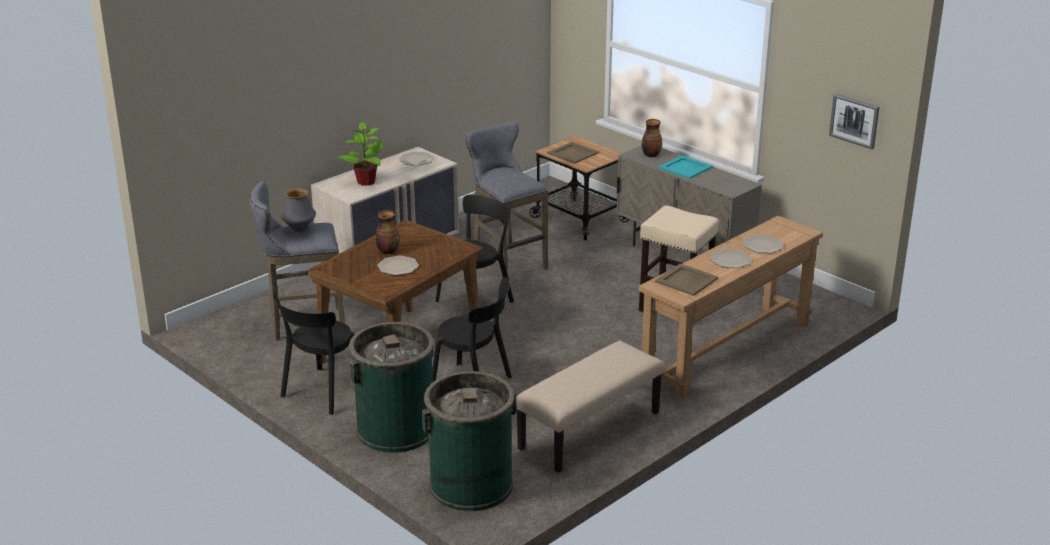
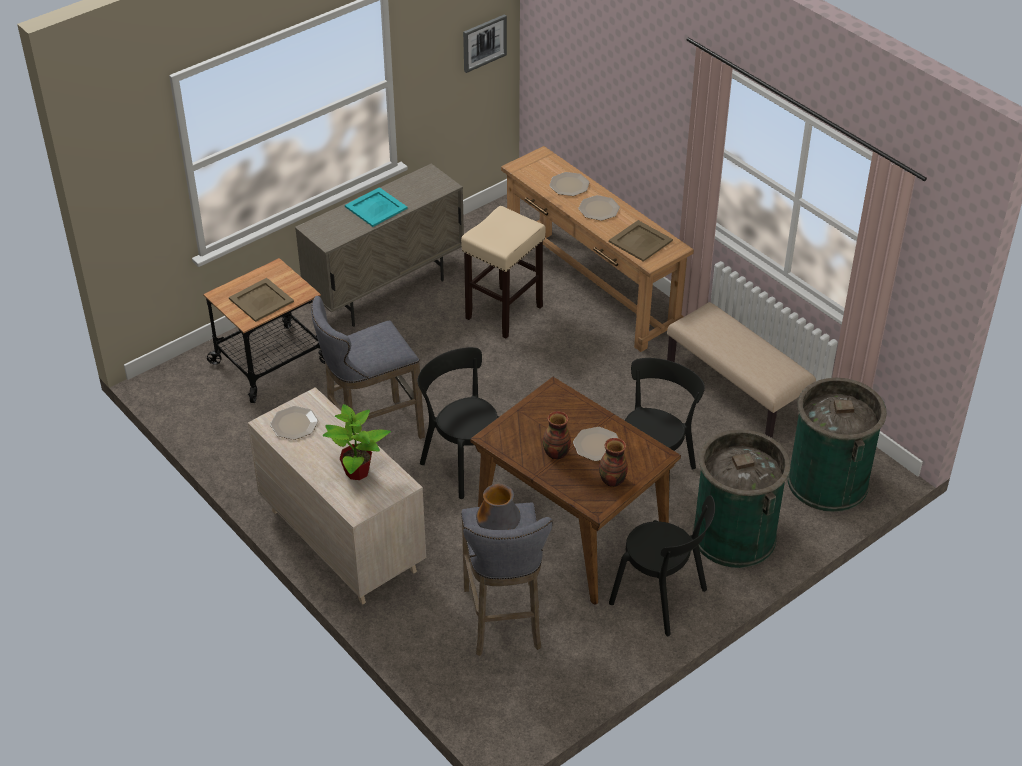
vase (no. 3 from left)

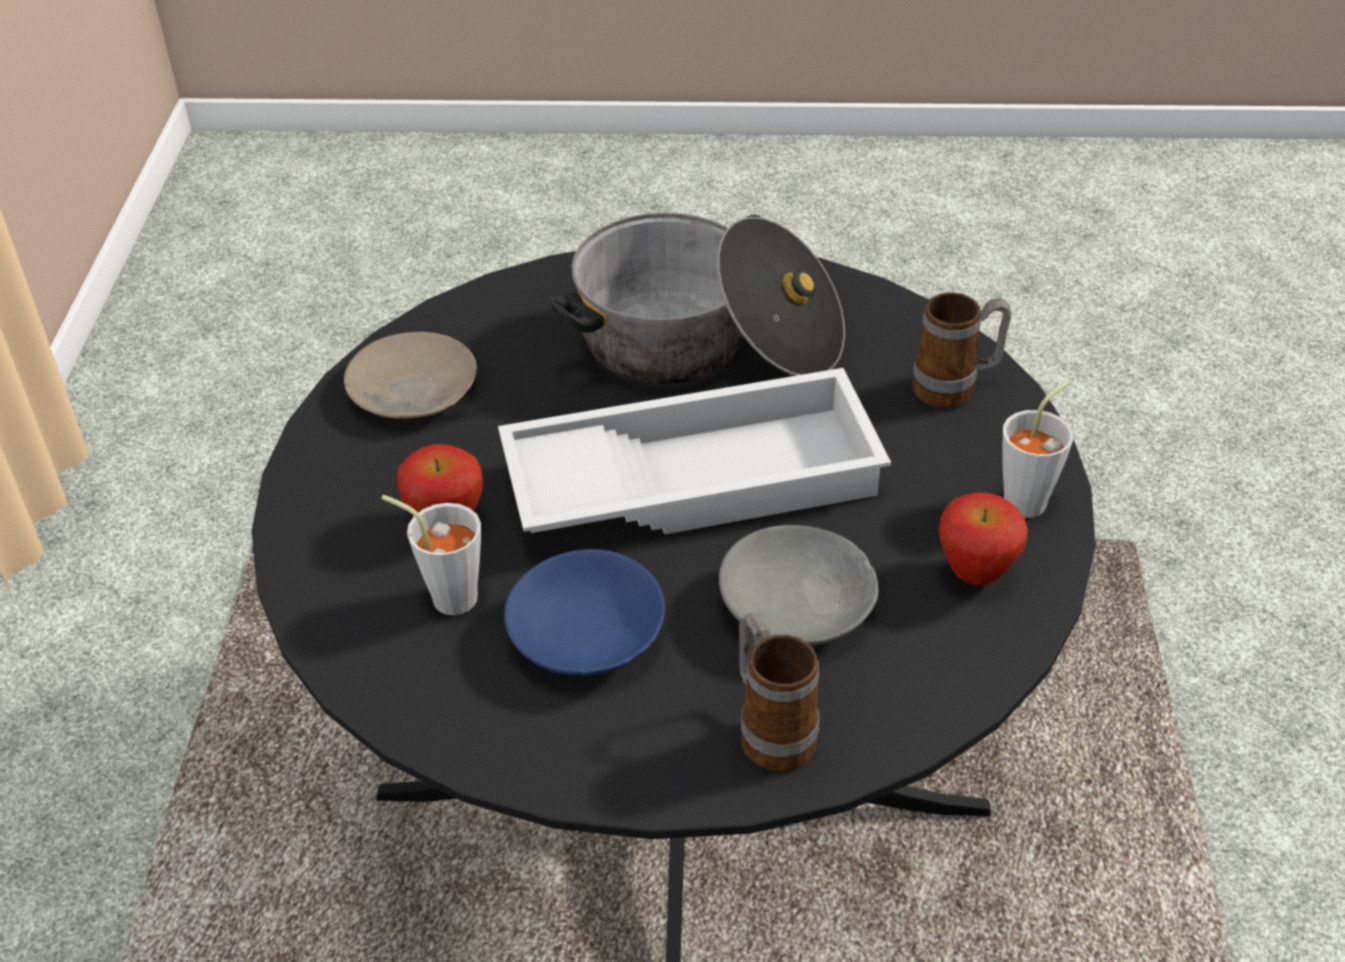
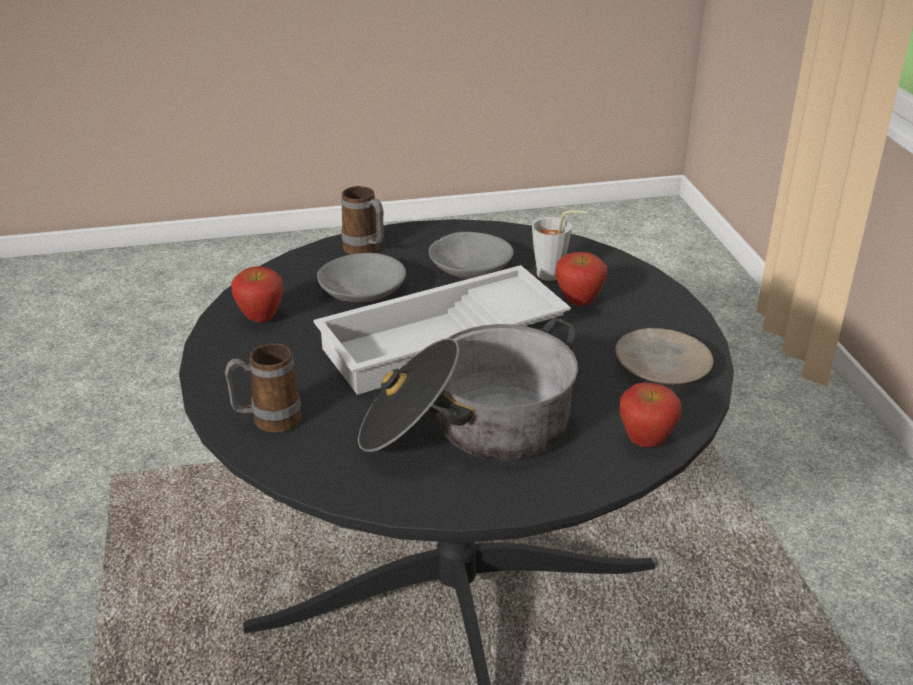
bowl (grey) (no. 2 from left)
apple (no. 3 from left)
cup (grey) (no. 2 from left in the first image)

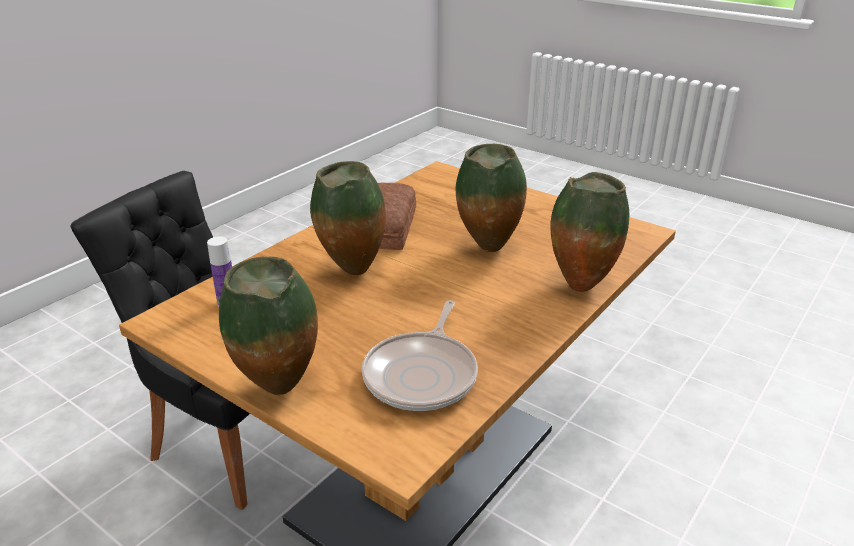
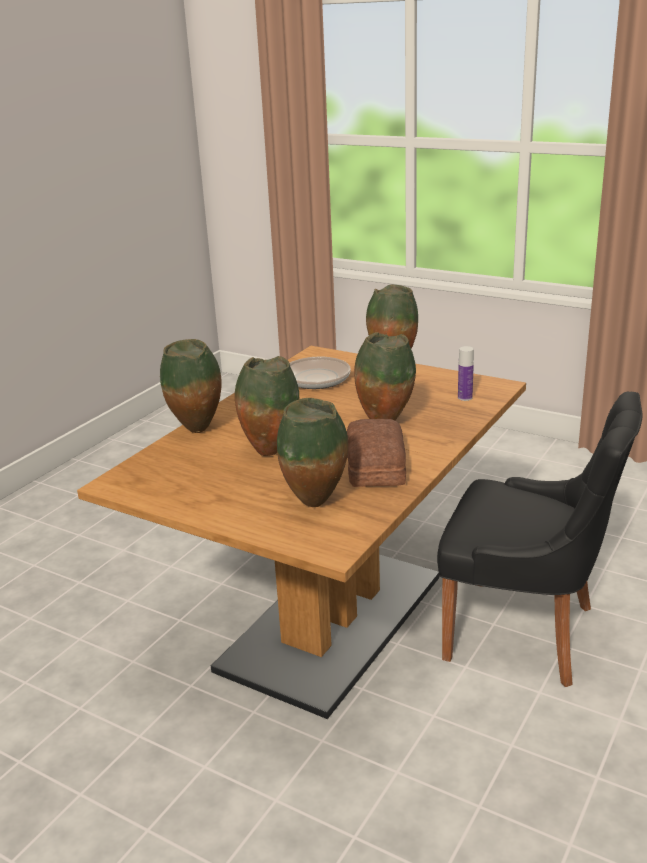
frying pan
vase (no. 3 from left)

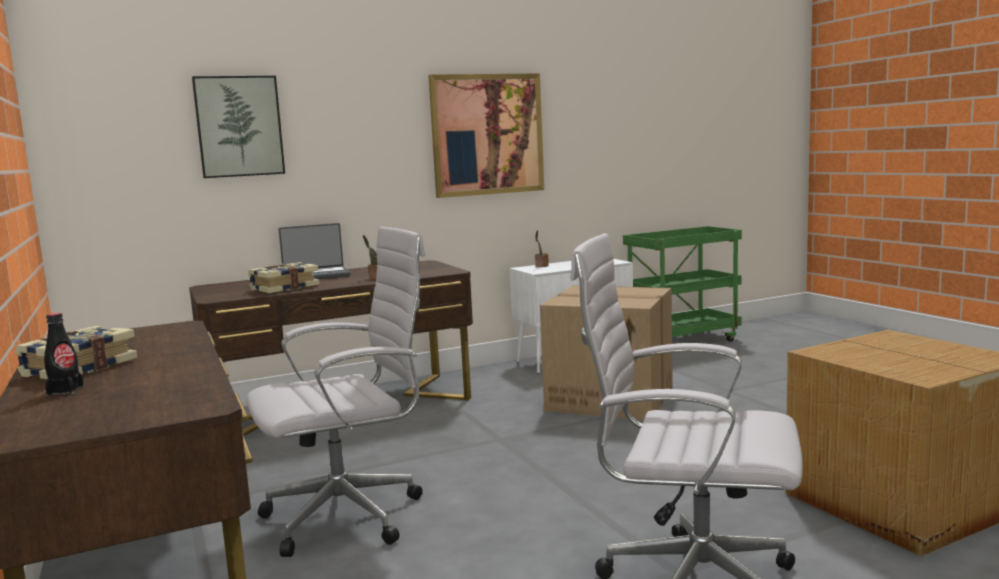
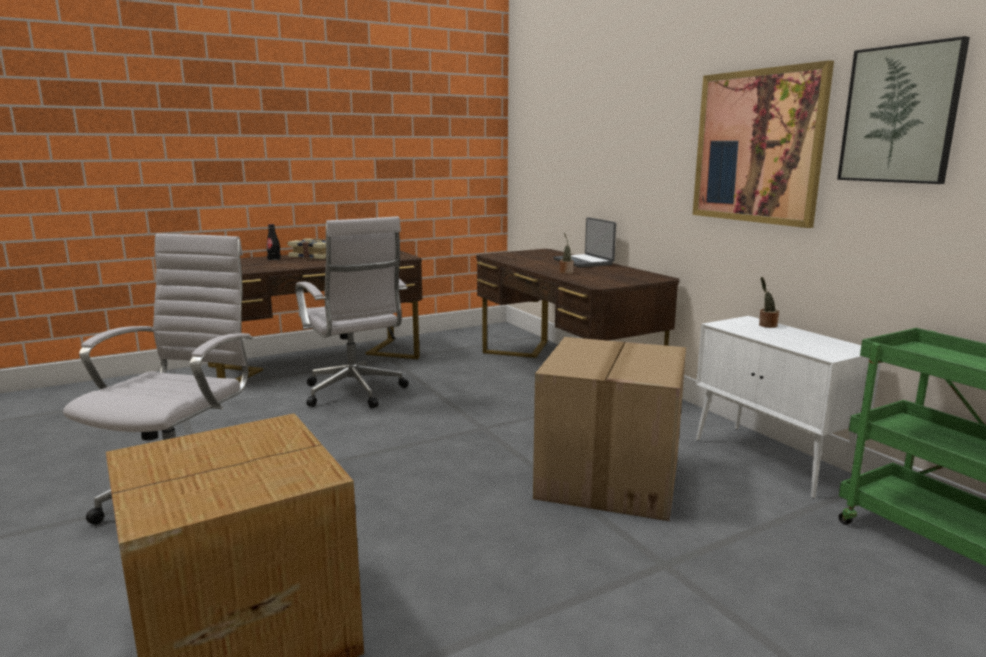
picture (no. 2 from left)
book (no. 2 from left in the first image)

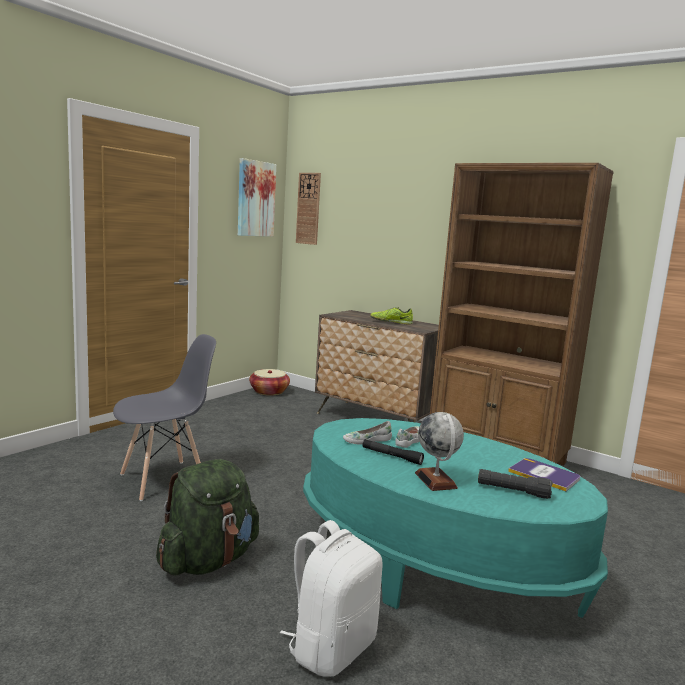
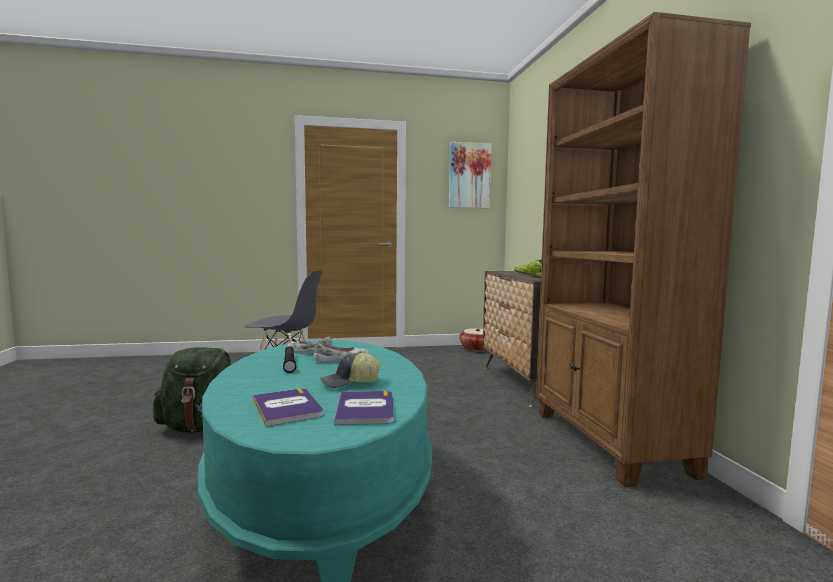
book (no. 1 from left)
cap
backpack (white)
wall clock
globe

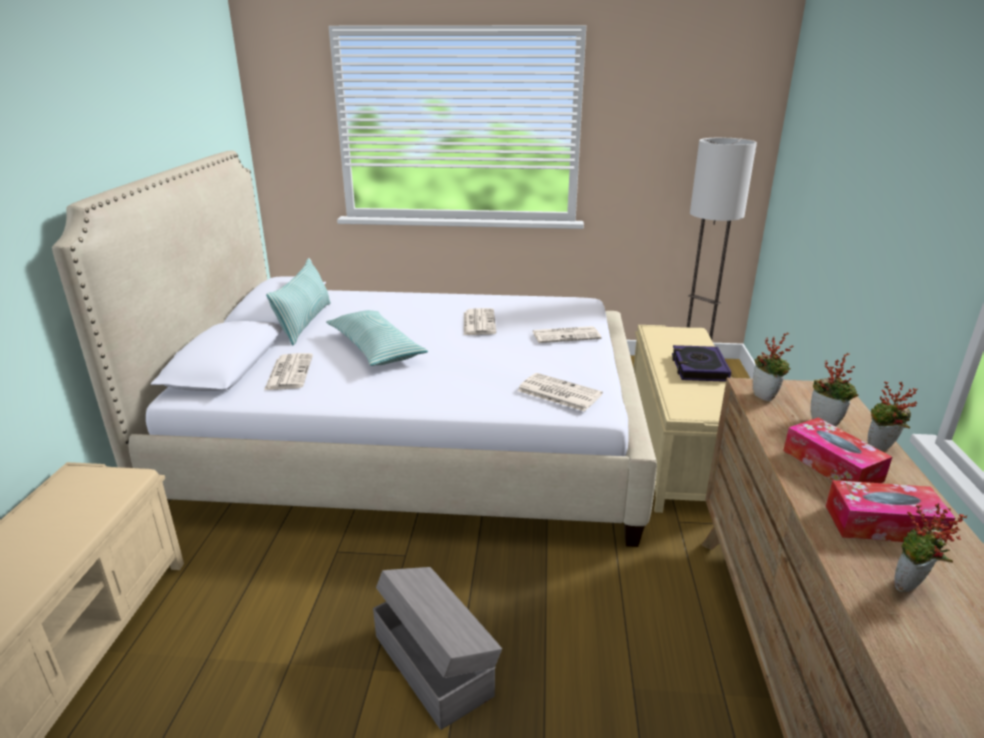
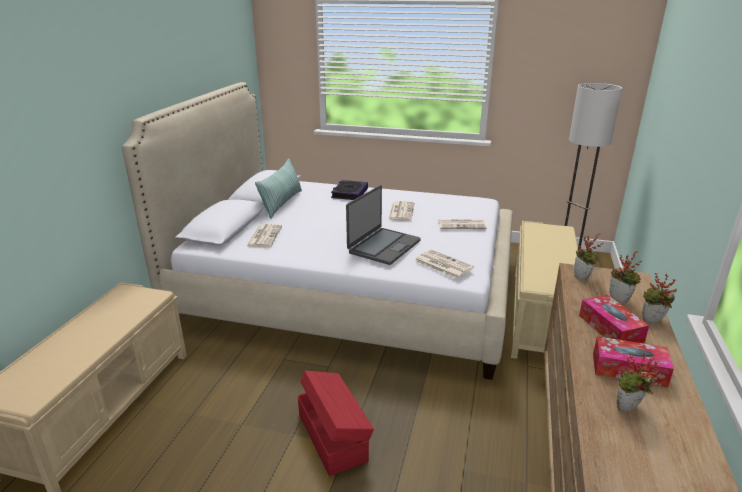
storage box (red)
book
laptop
pillow (no. 2 from left in the first image)

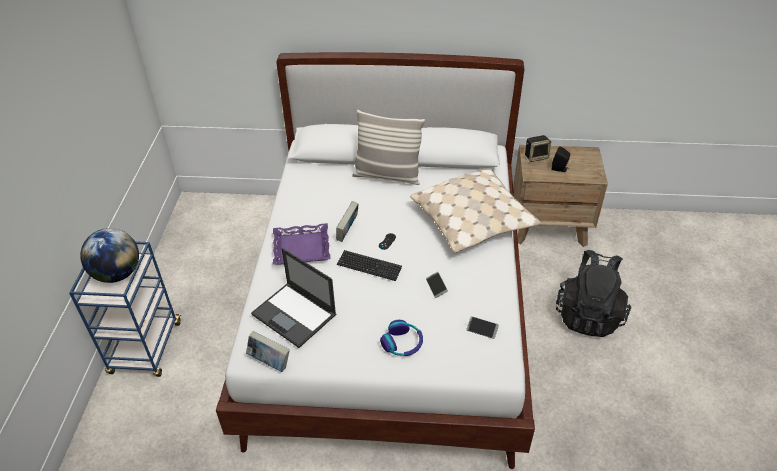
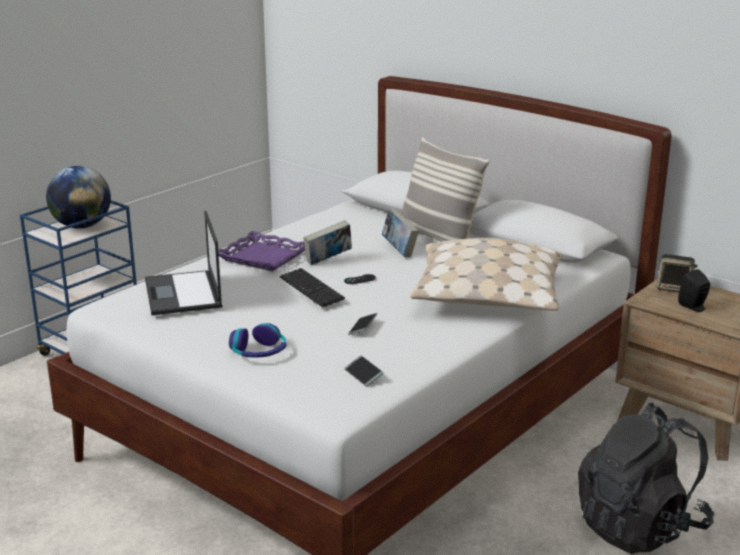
book (no. 2 from left)

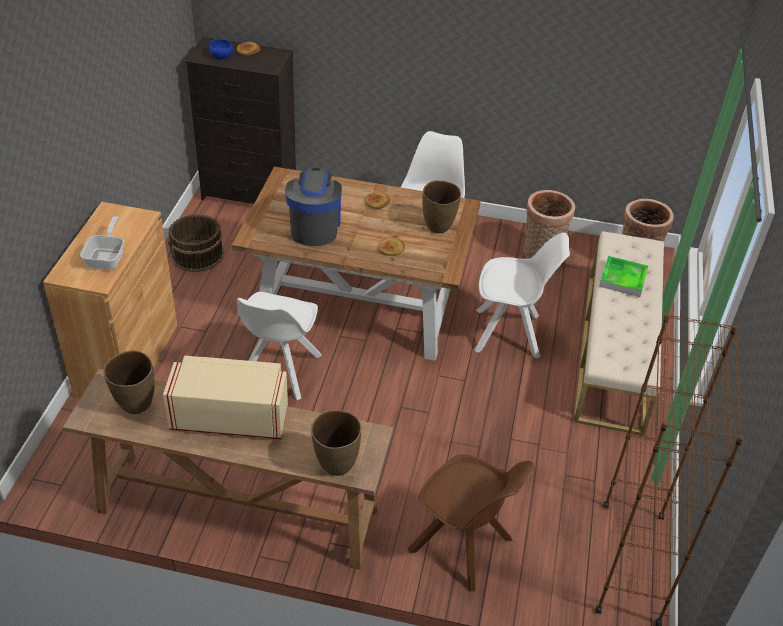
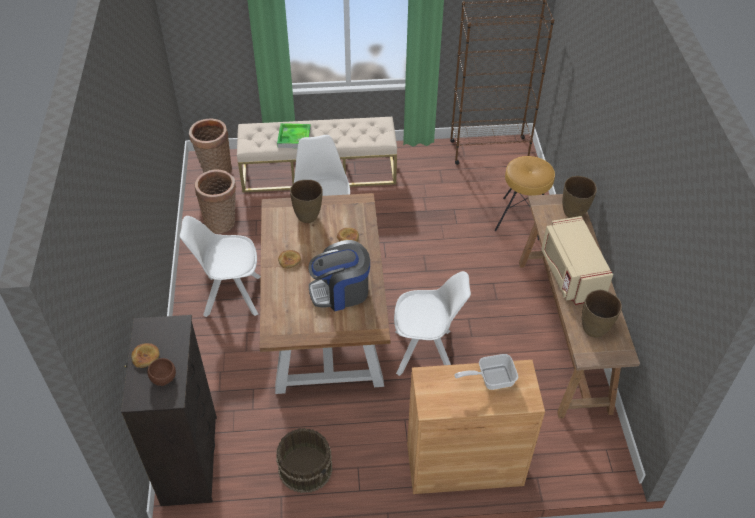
bowl (brown)
stool (brown)

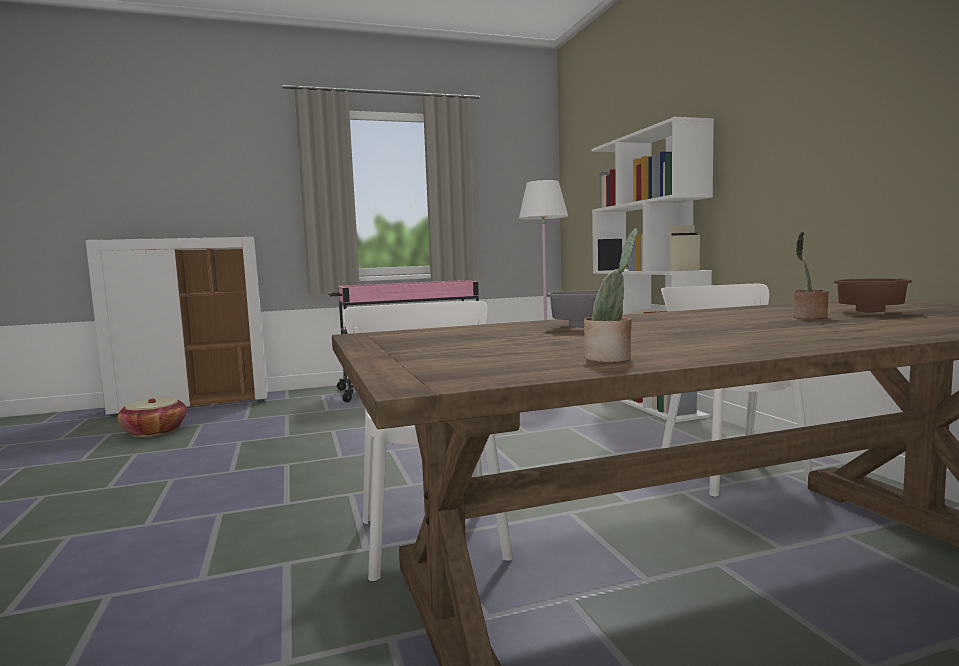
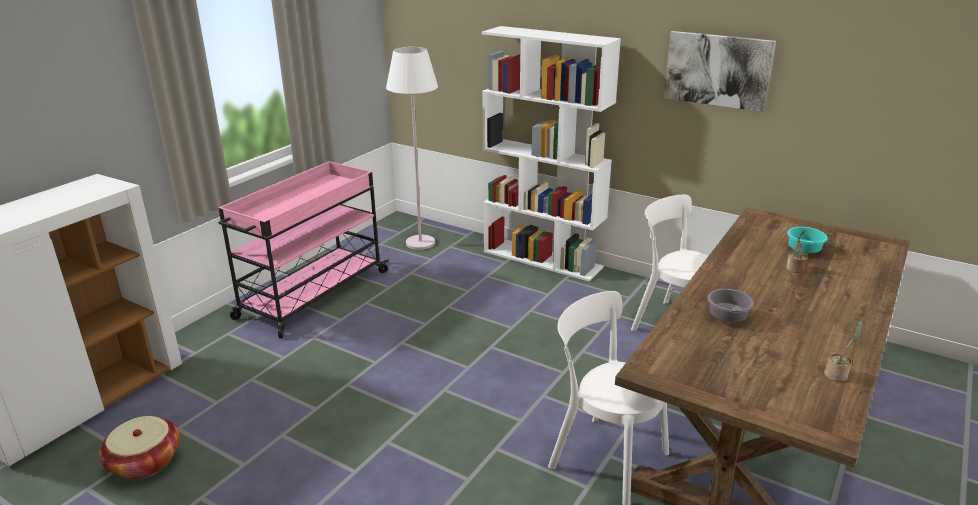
picture
bowl (turquoise)

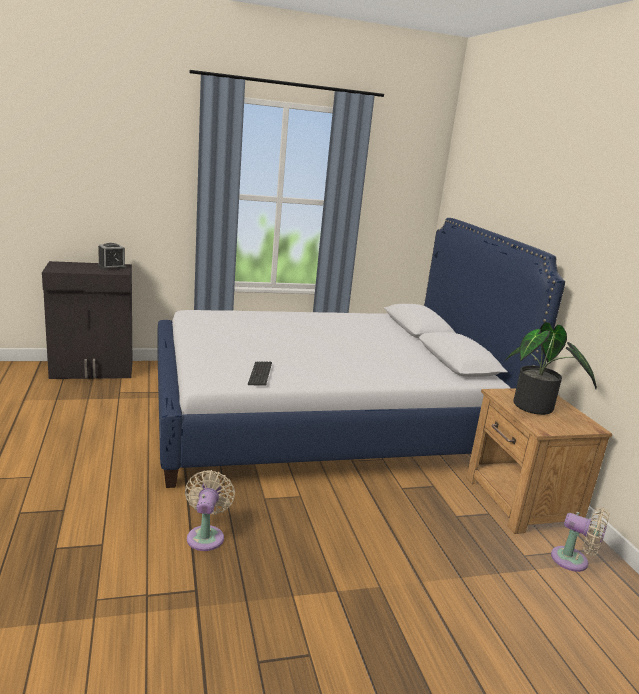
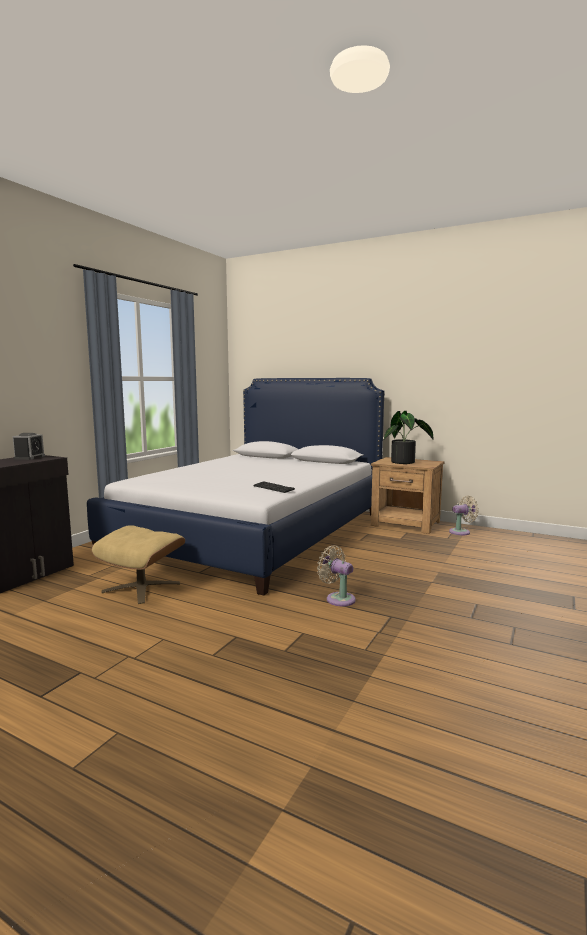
ottoman (beige)

